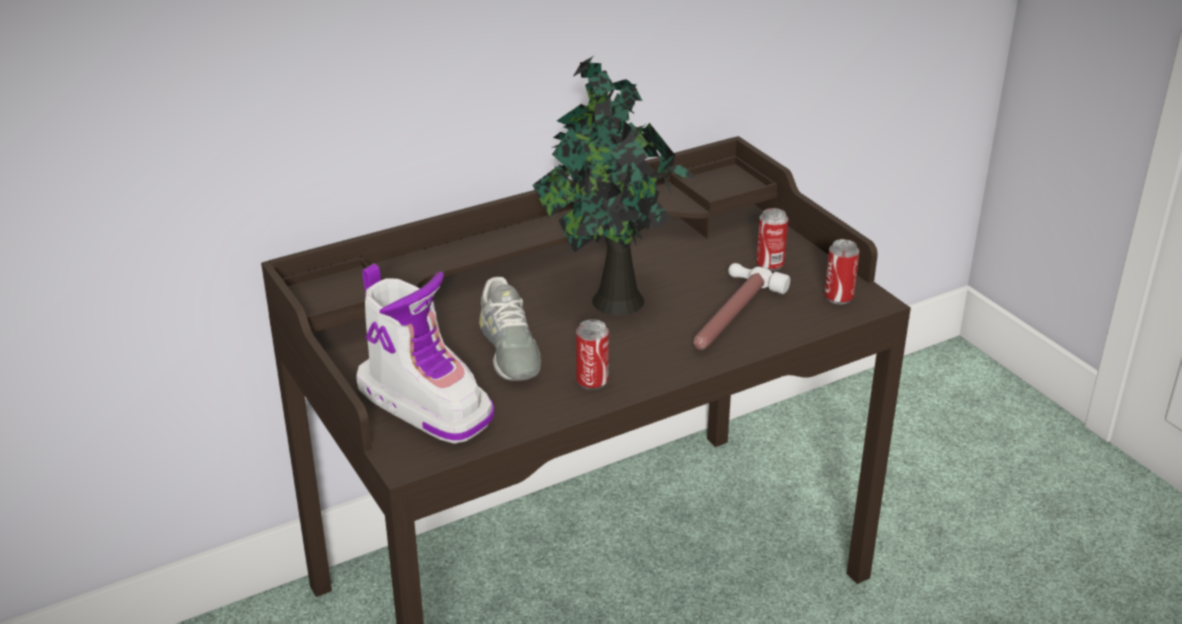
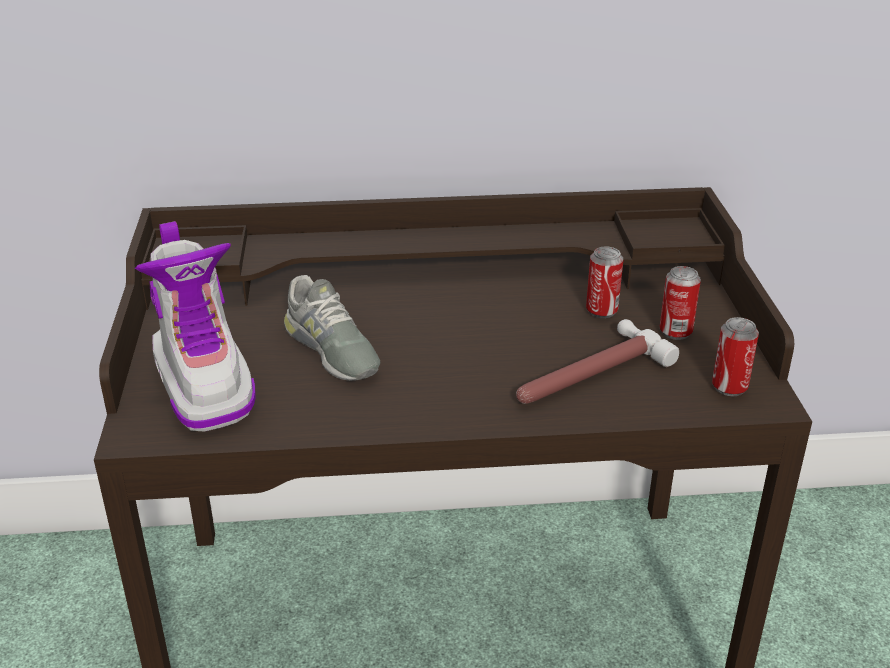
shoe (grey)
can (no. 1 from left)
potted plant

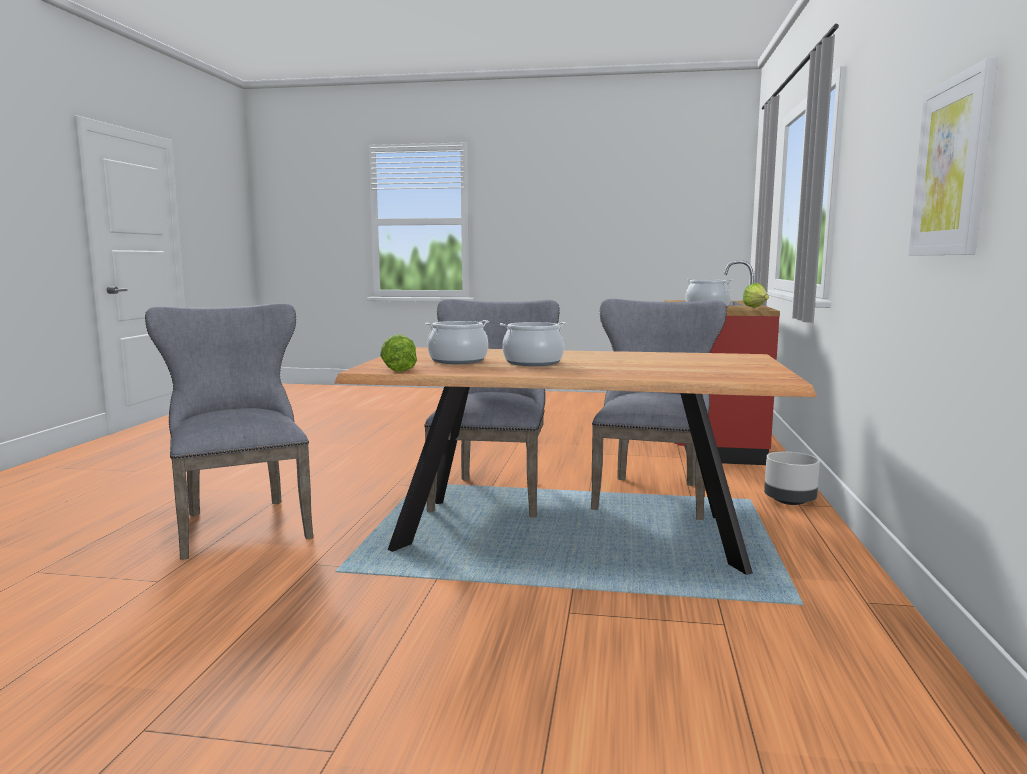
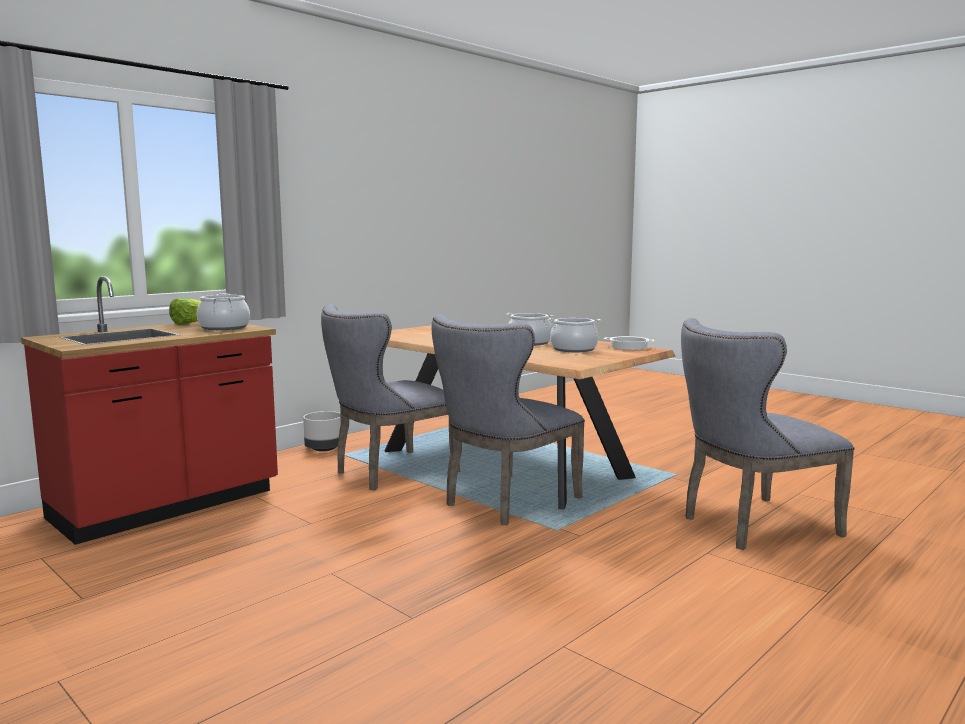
cooking pot (no. 4 from left)
chair (grey) (no. 3 from left)
picture

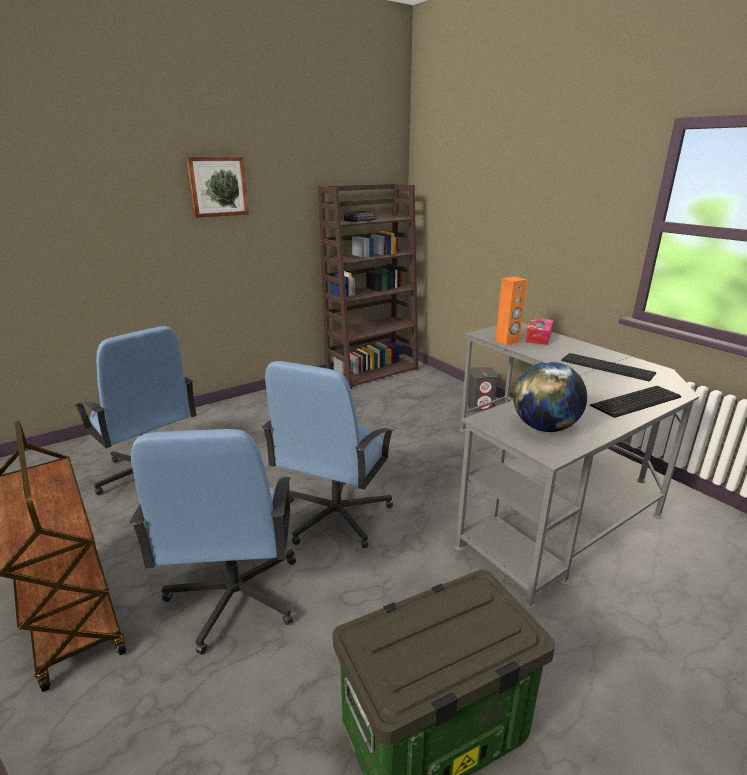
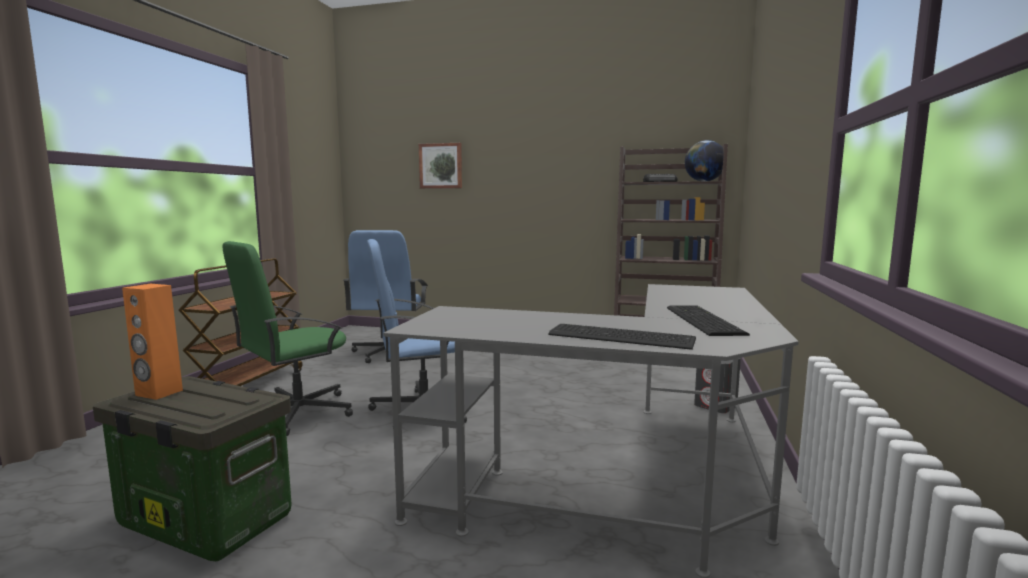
speaker (orange)
office chair (green)
picture
globe
tissue box

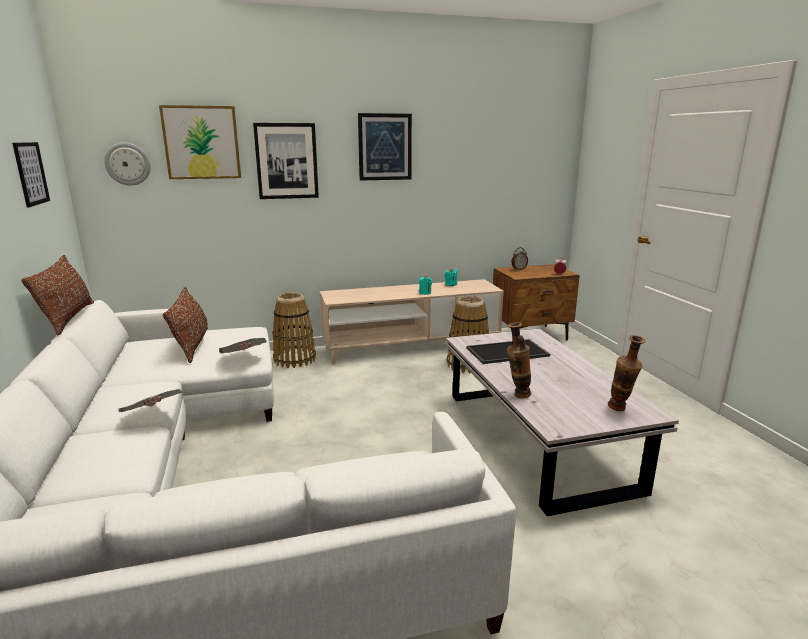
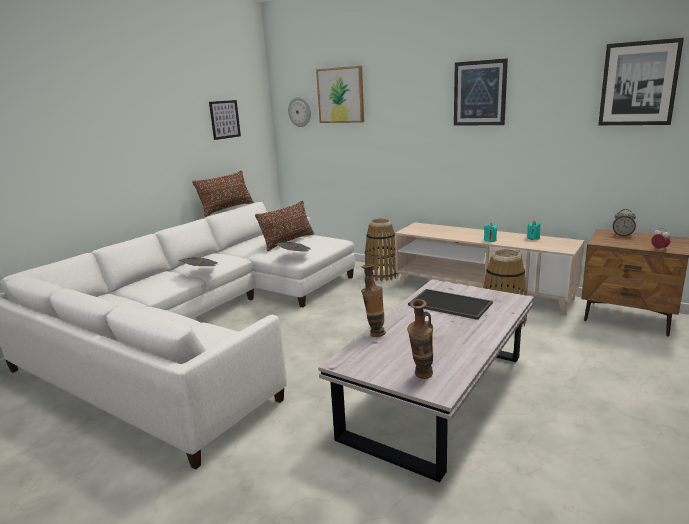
picture (no. 4 from left)

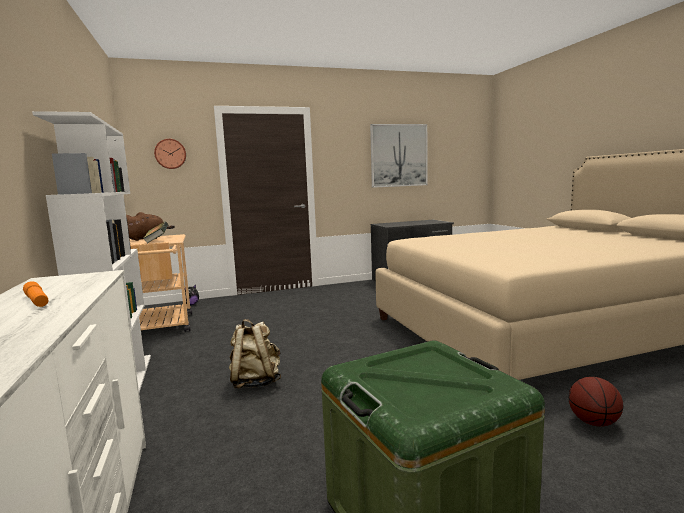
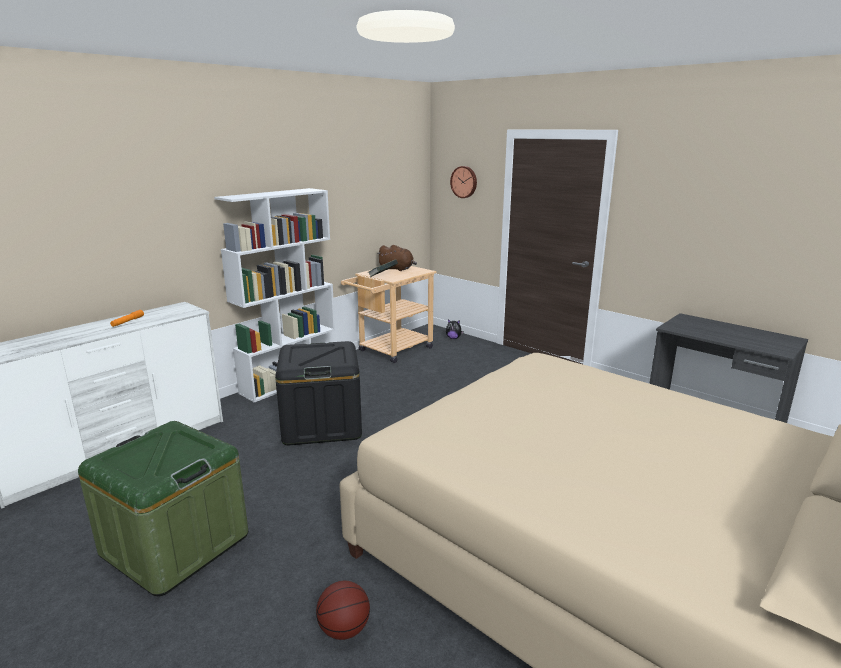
storage box (black)
picture

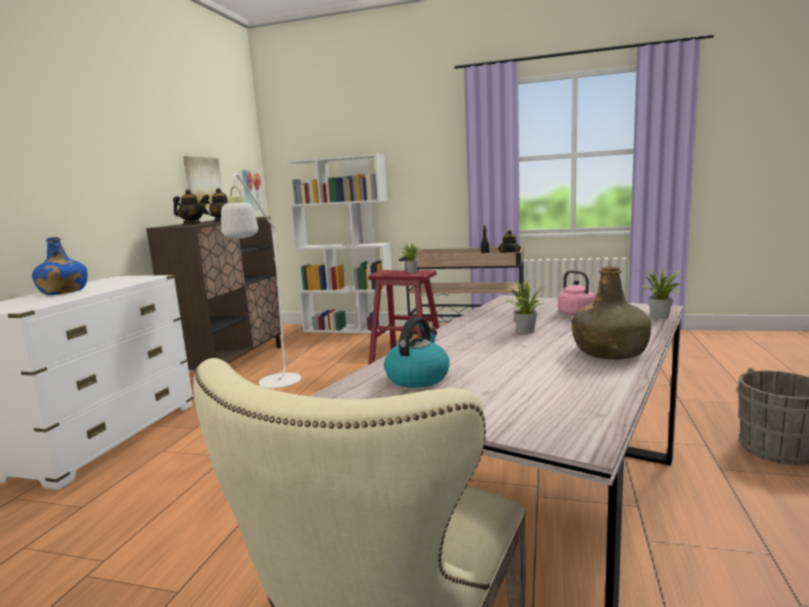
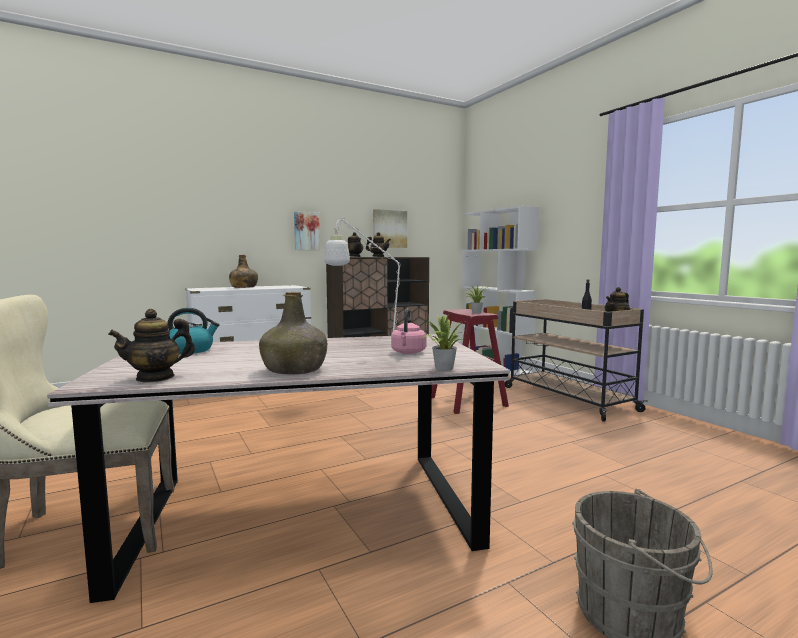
teapot (no. 1 from left)
bottle (green) (no. 1 from left)
picture (no. 1 from left)
potted plant (no. 2 from left in the first image)

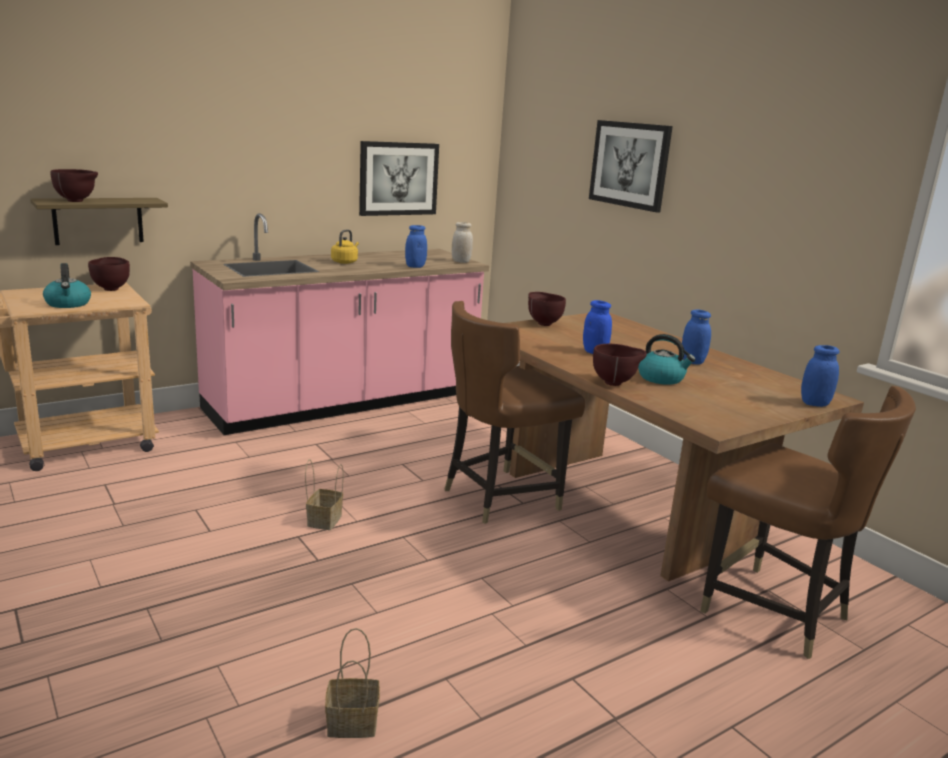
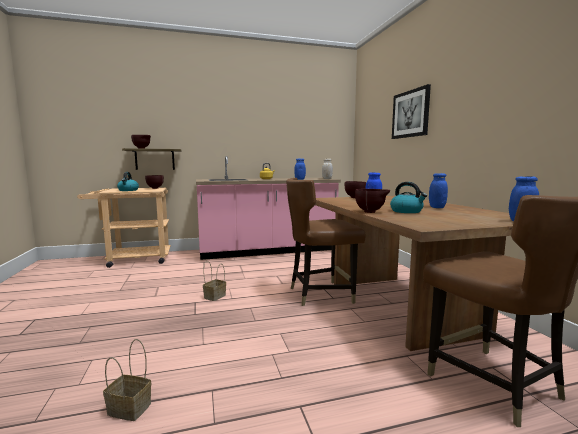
picture (no. 1 from left in the first image)

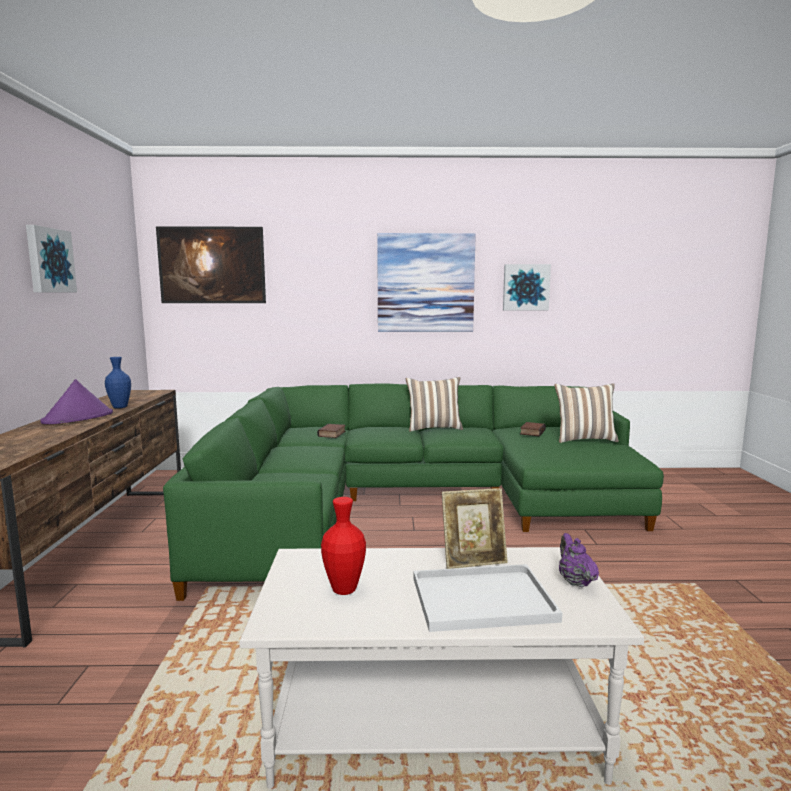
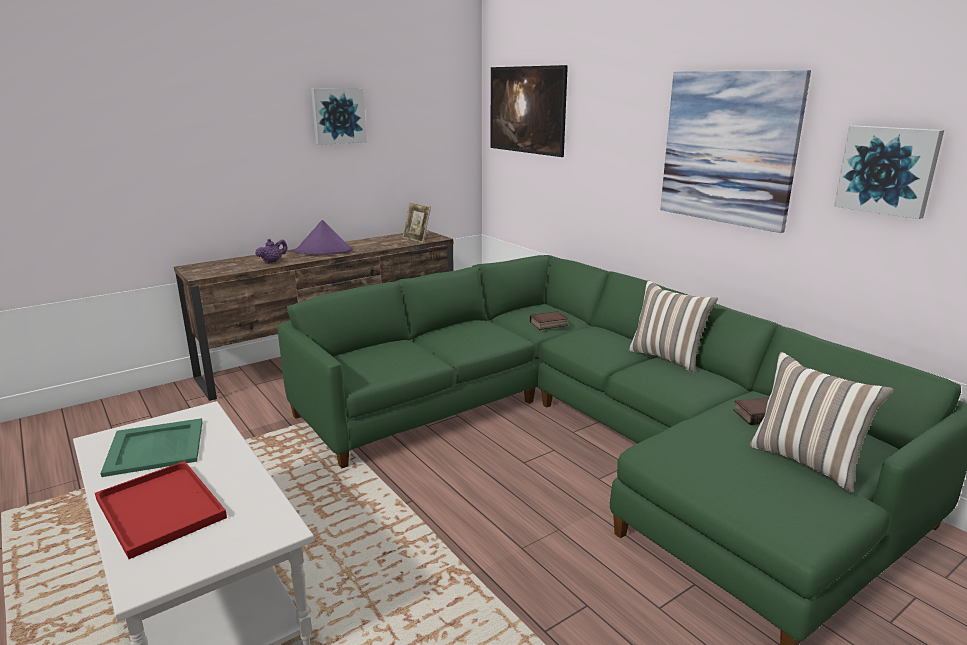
tray (red)
tray (green)
teapot (purple)
picture frame
vase (blue)

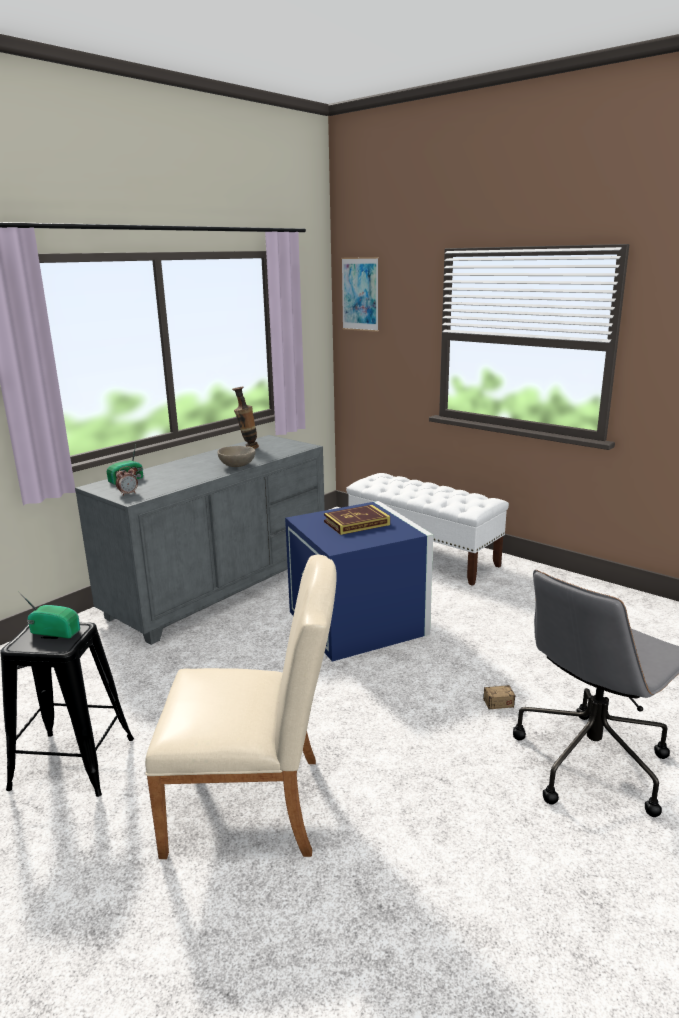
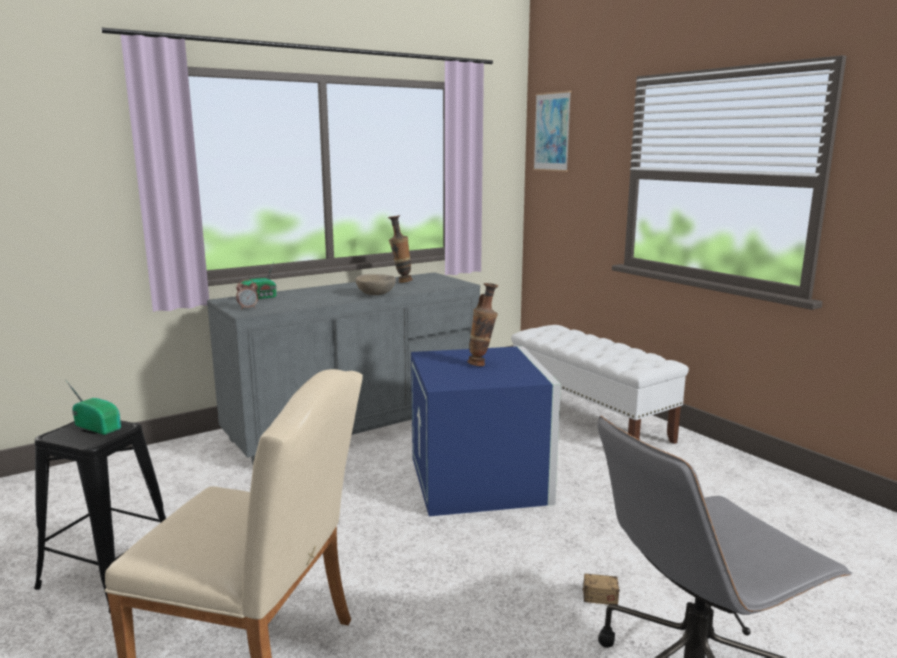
vase (no. 2 from left)

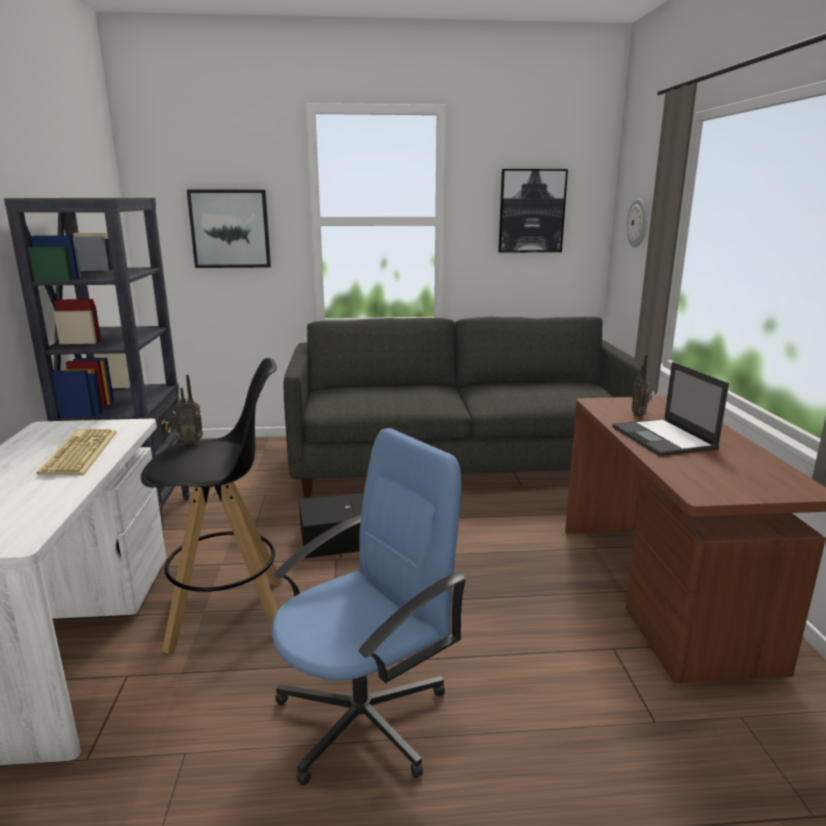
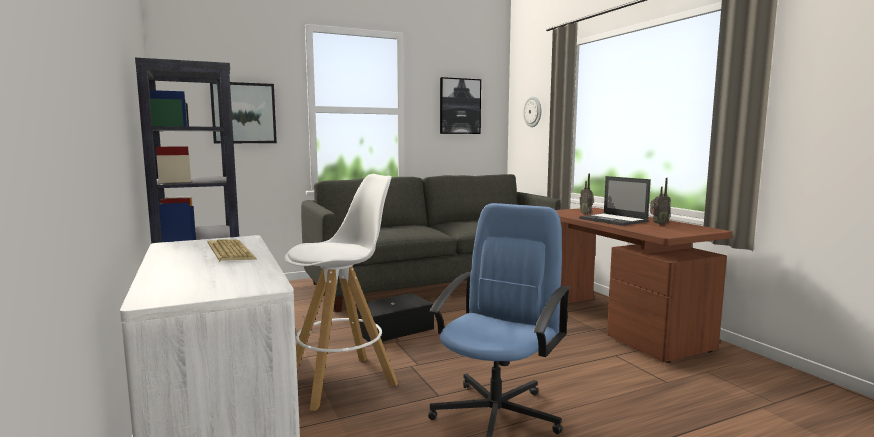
stool (white)
radio (no. 2 from left)

